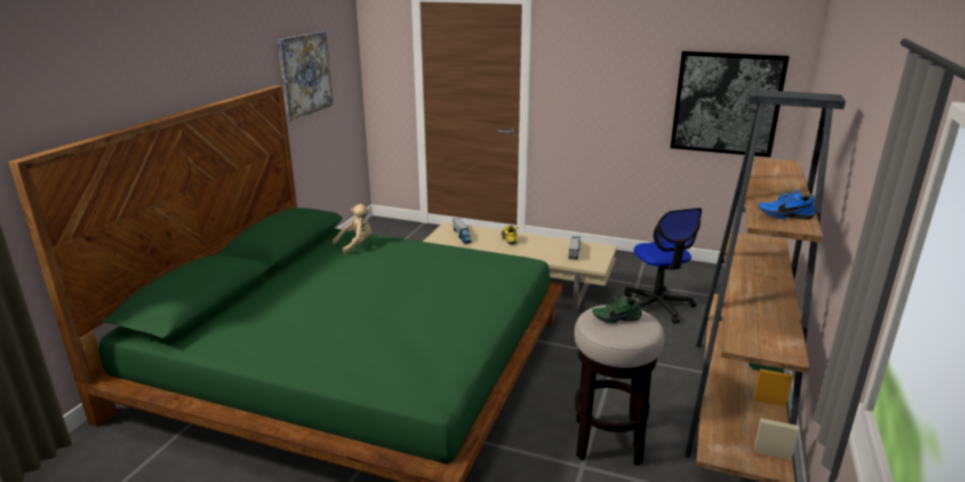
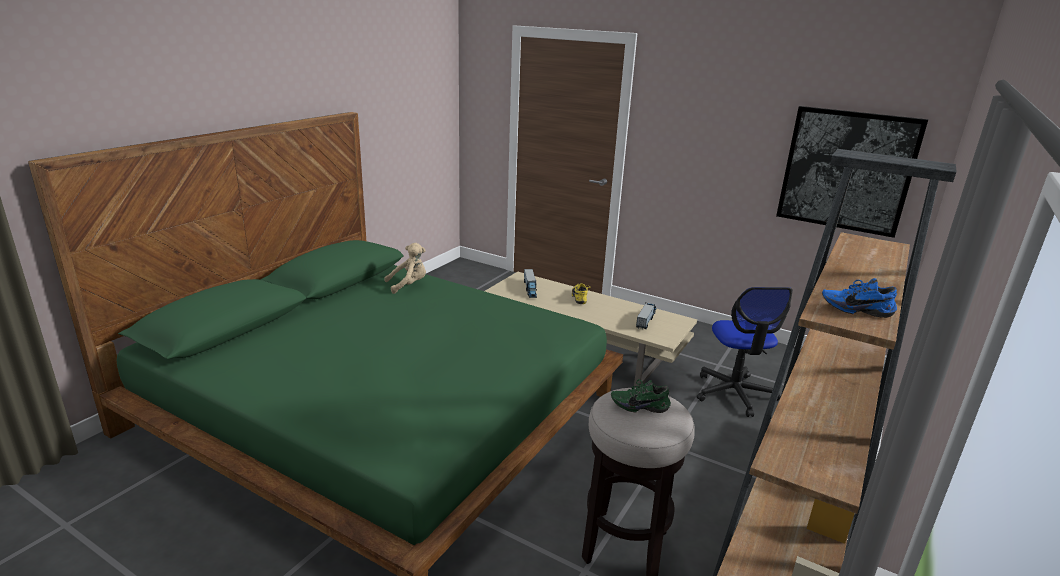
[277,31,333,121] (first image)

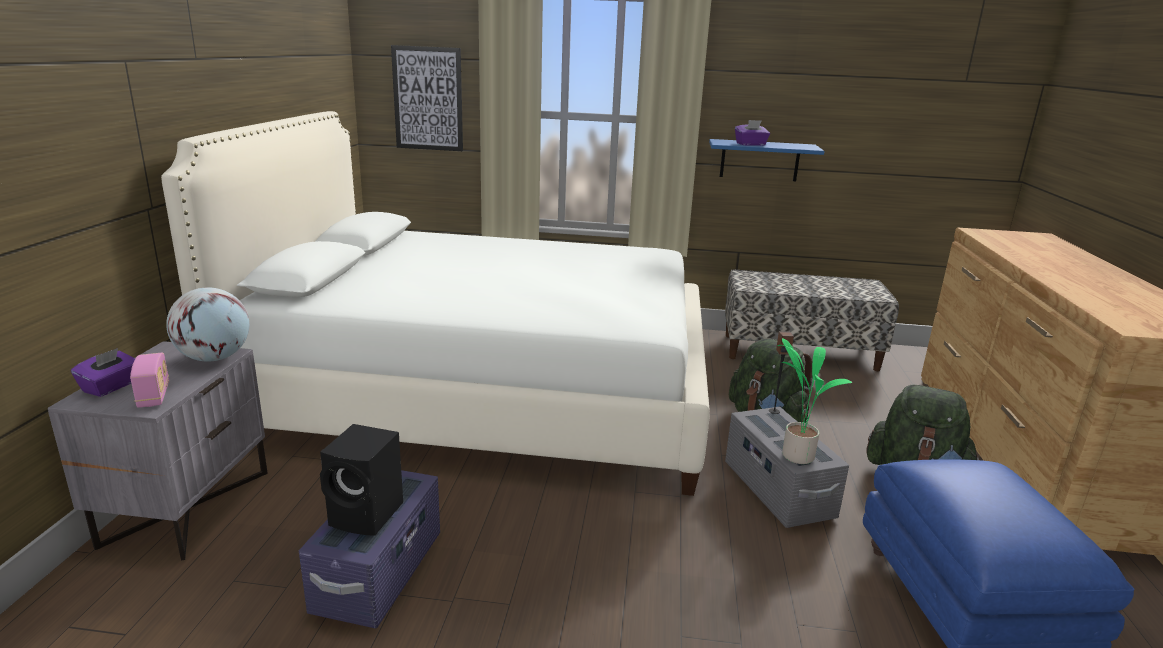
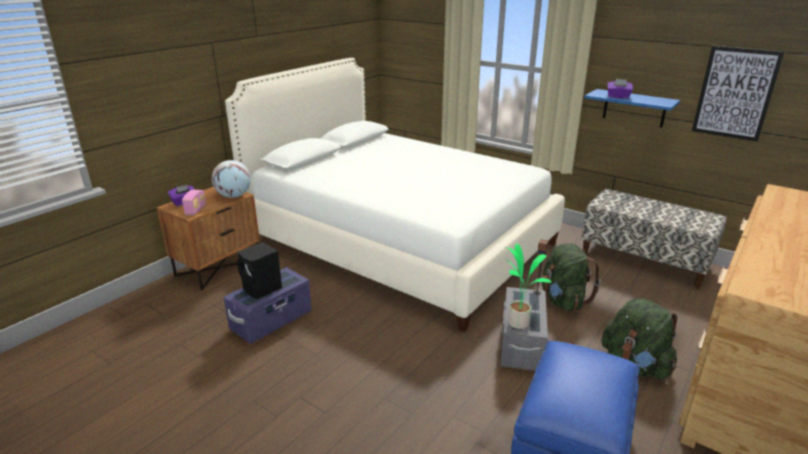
[692,46,785,142]
[156,187,260,291]

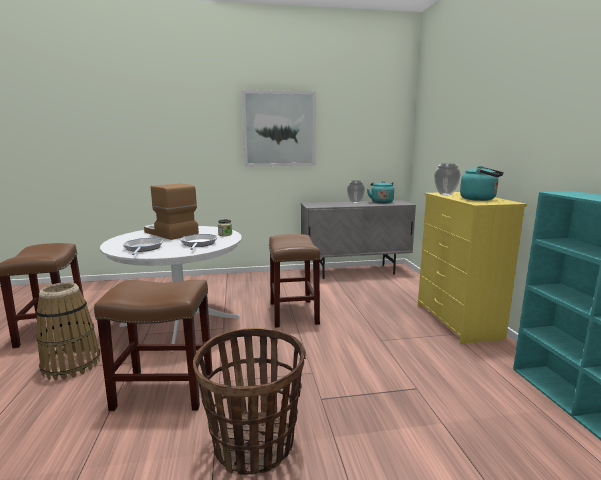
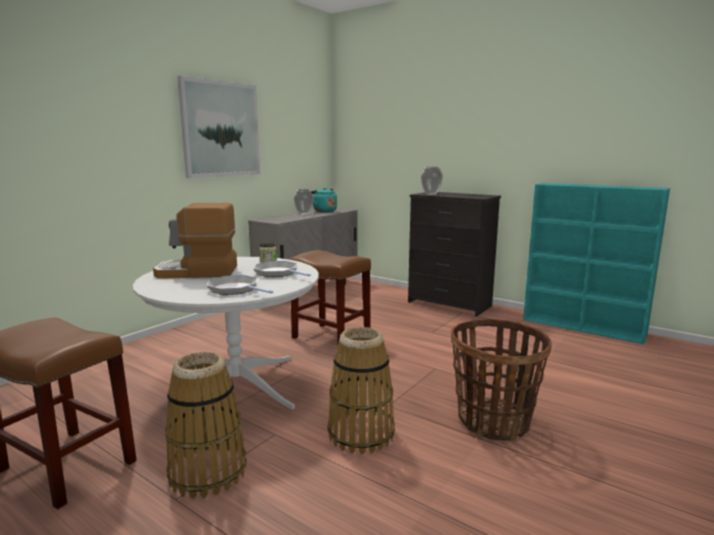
[460,166,504,201] (first image)
[328,327,395,454]
[408,192,501,317]

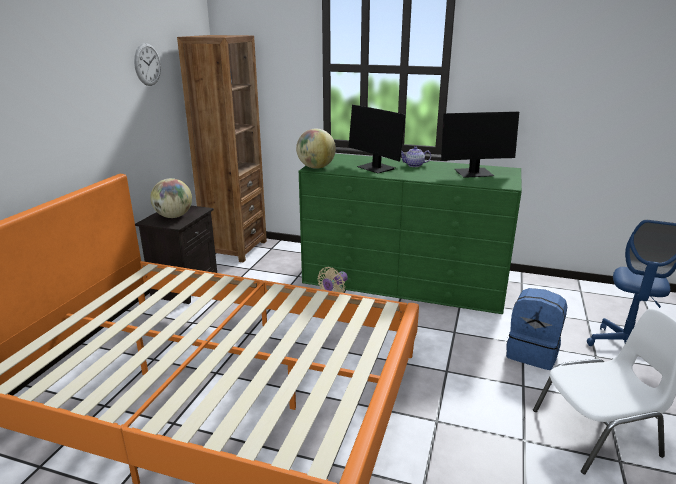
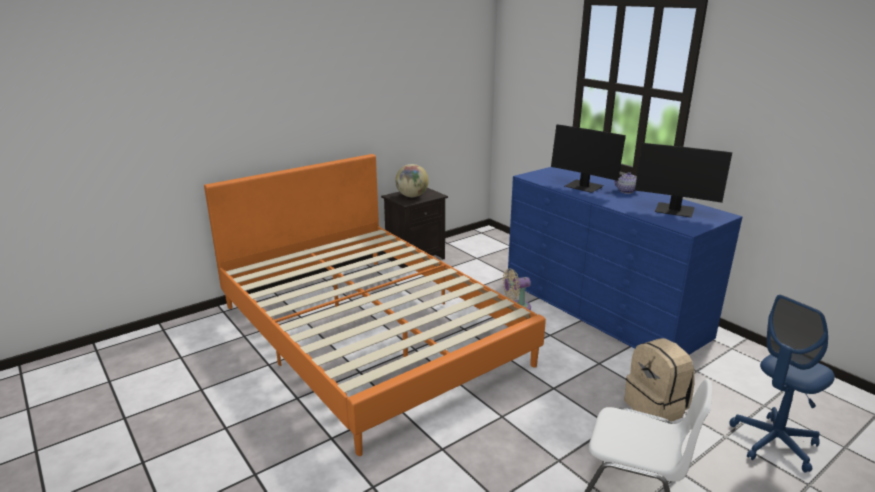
[134,43,161,86] (first image)
[177,35,267,262] (first image)
[296,129,336,169] (first image)
[508,167,742,355]
[624,338,695,422]
[551,124,626,193]

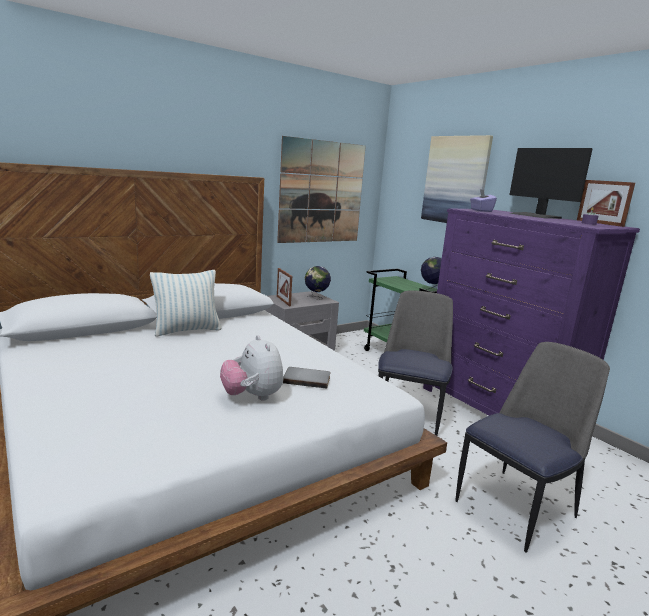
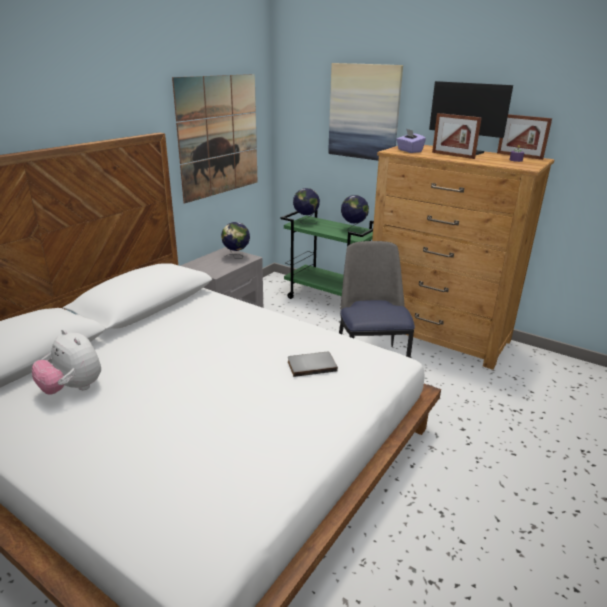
[150,270,221,337] (first image)
[455,342,610,553] (first image)
[293,188,320,224]
[32,329,101,395]
[432,113,482,159]
[372,145,554,370]

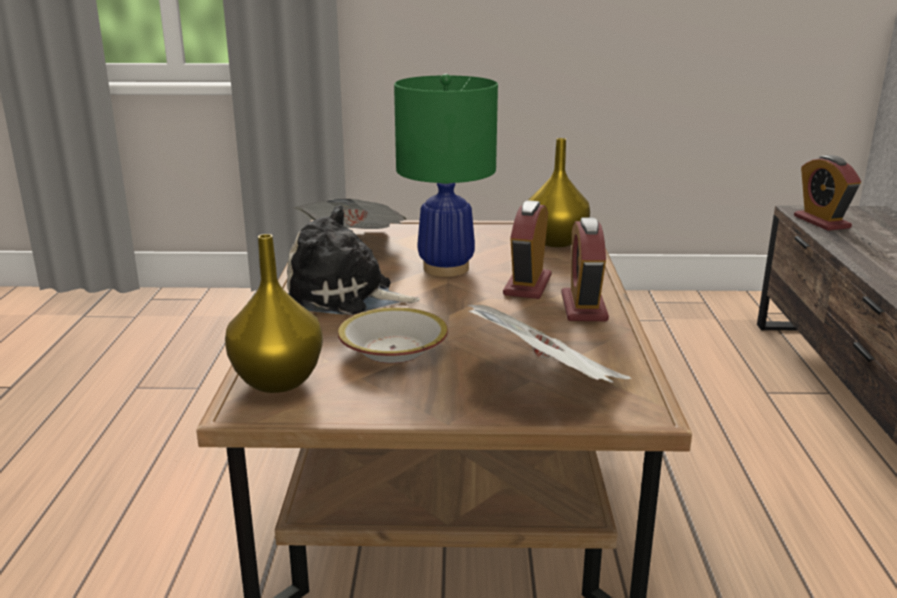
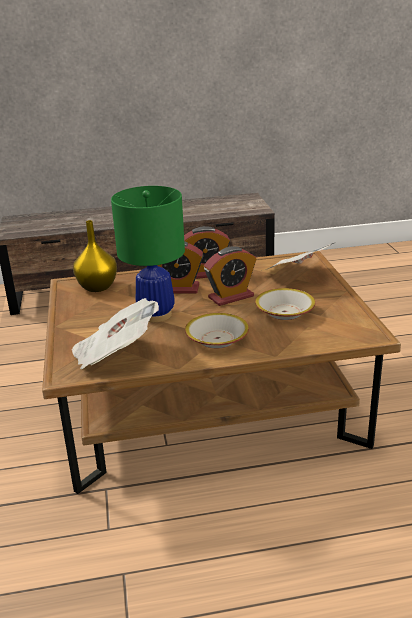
[225,234,323,393] (first image)
[204,246,257,306]
[185,313,249,348]

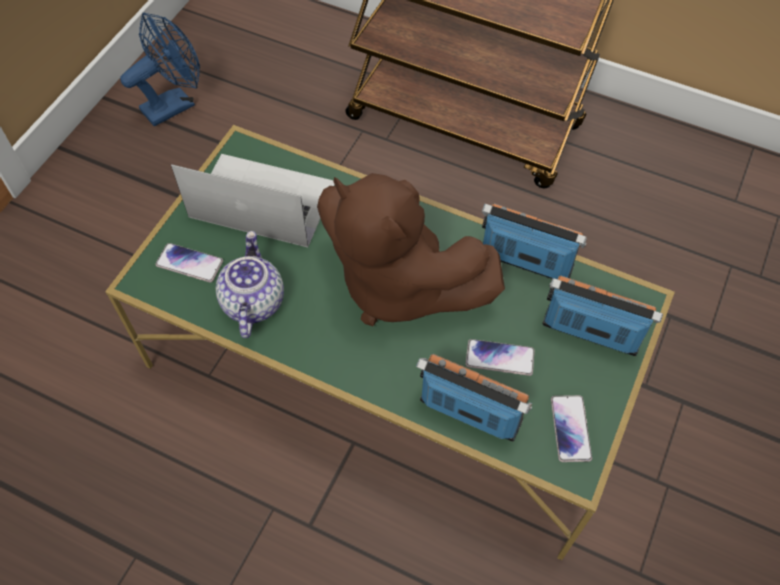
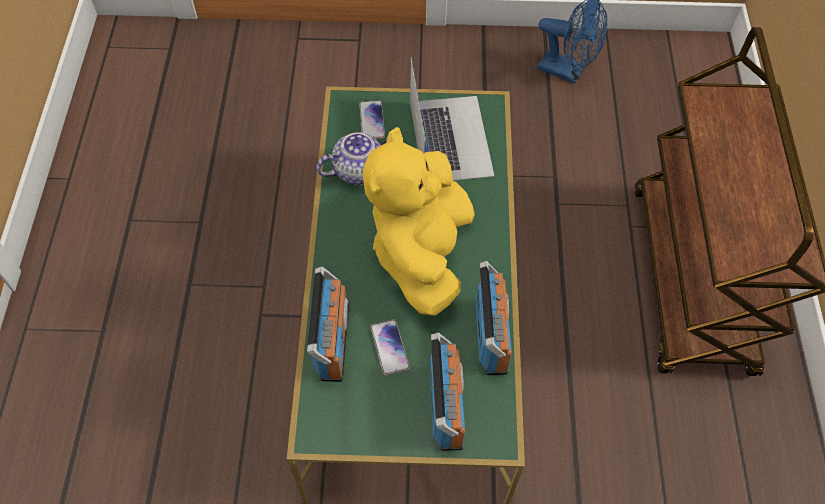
[551,395,592,462] (first image)
[363,127,475,316]

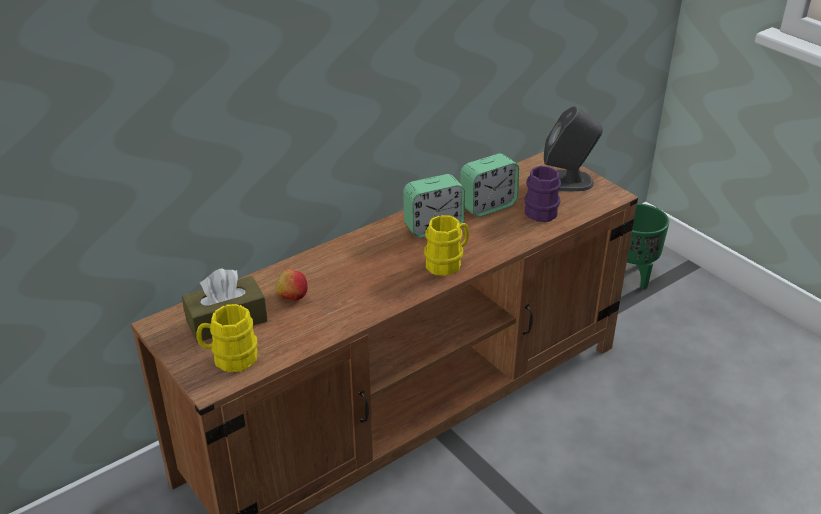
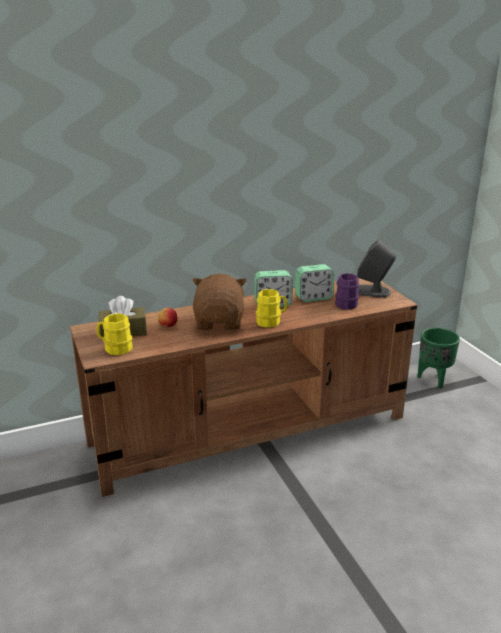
[193,274,247,330]

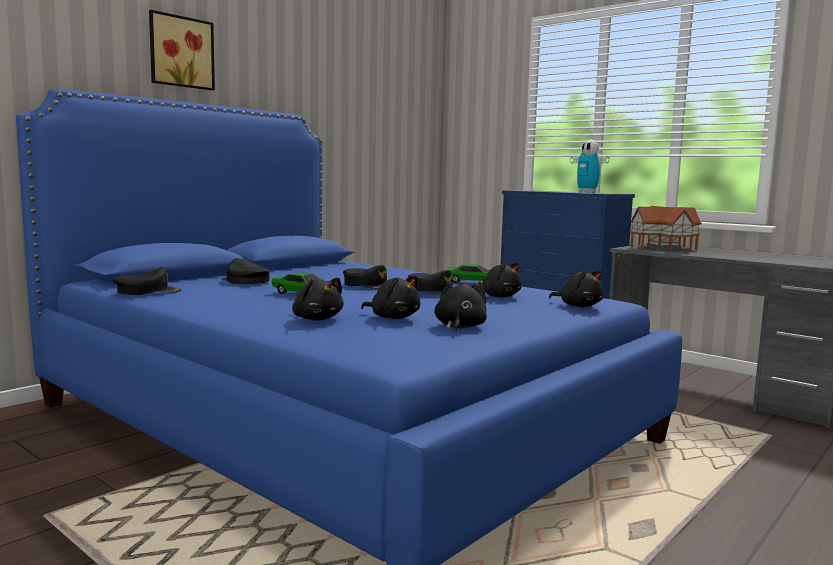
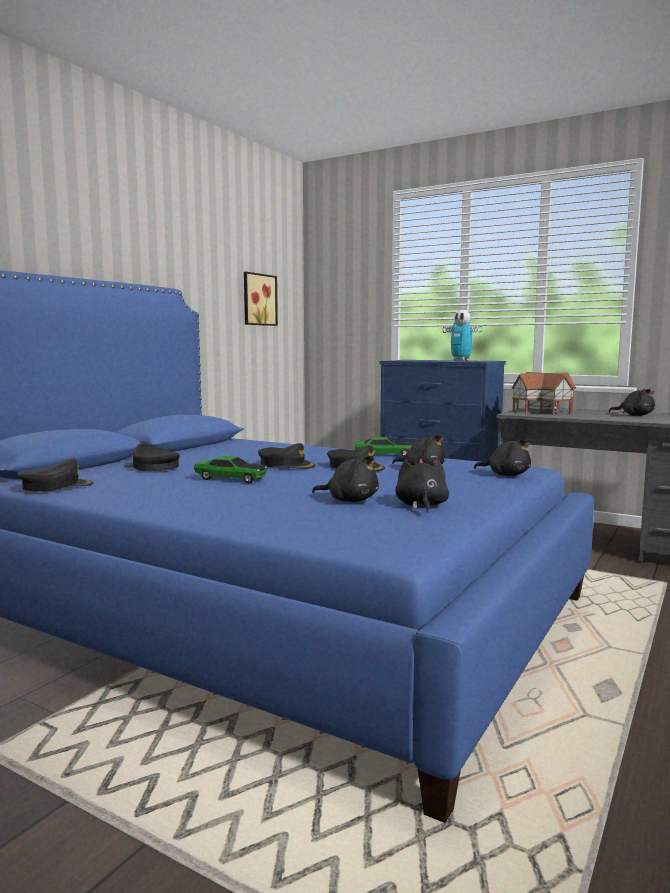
[244,272,278,326]
[609,389,655,416]

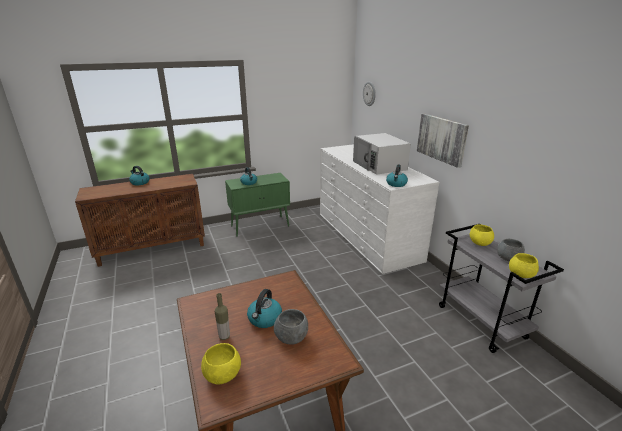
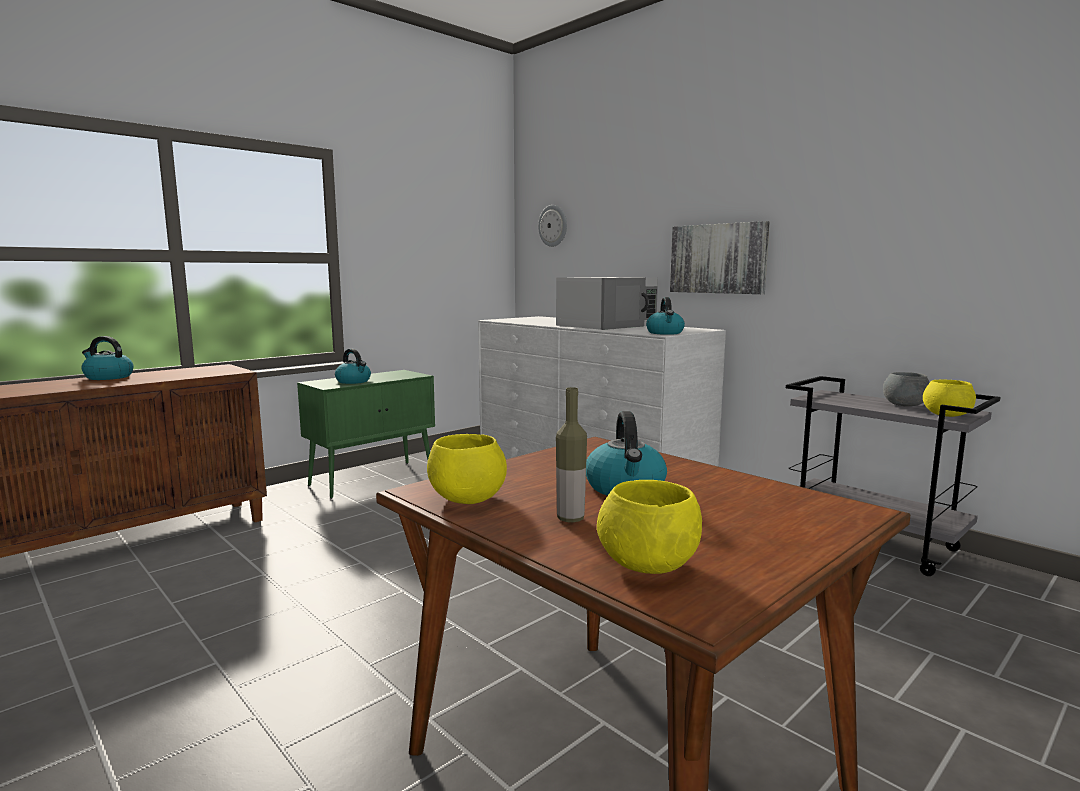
[274,309,308,345] (first image)
[427,434,507,504]
[556,277,658,330]

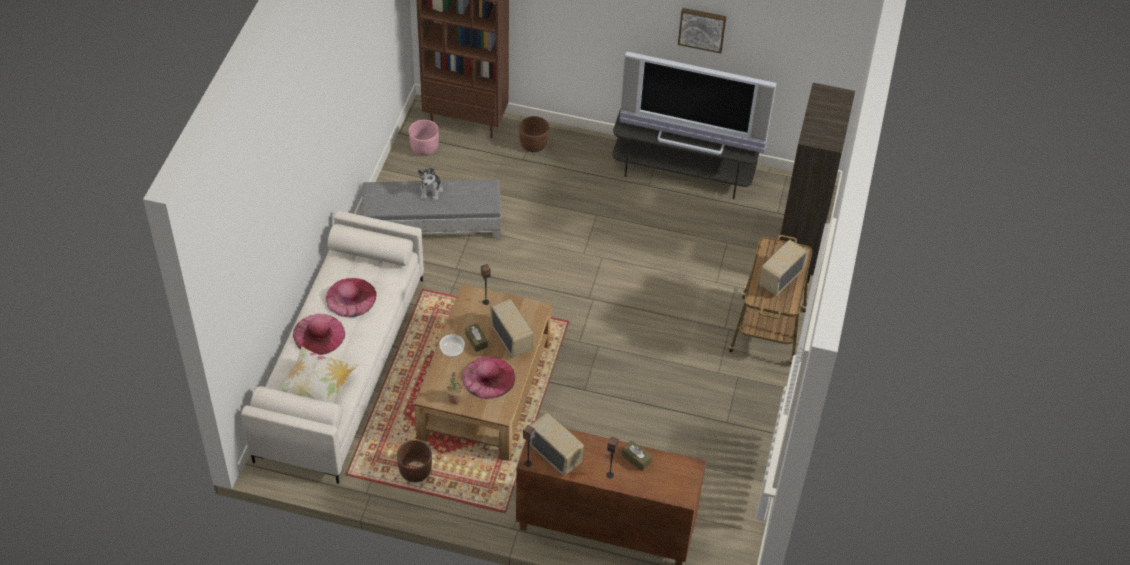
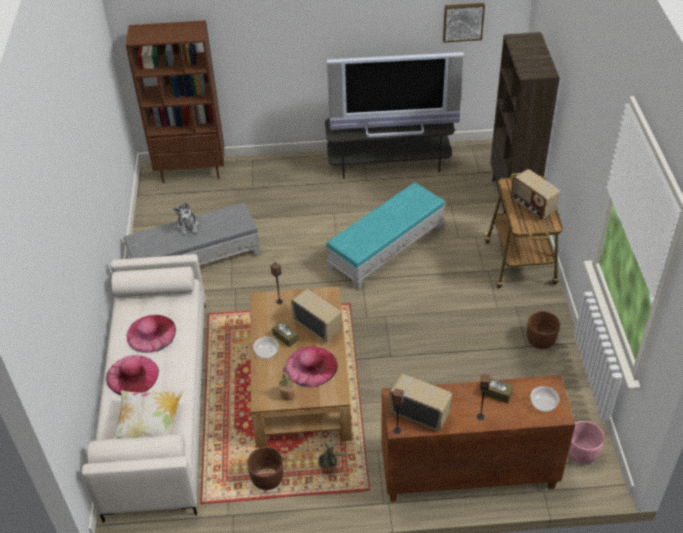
[318,442,348,474]
[326,182,445,290]
[531,386,559,412]
[568,421,604,464]
[527,311,560,349]
[443,3,485,43]
[511,169,560,219]

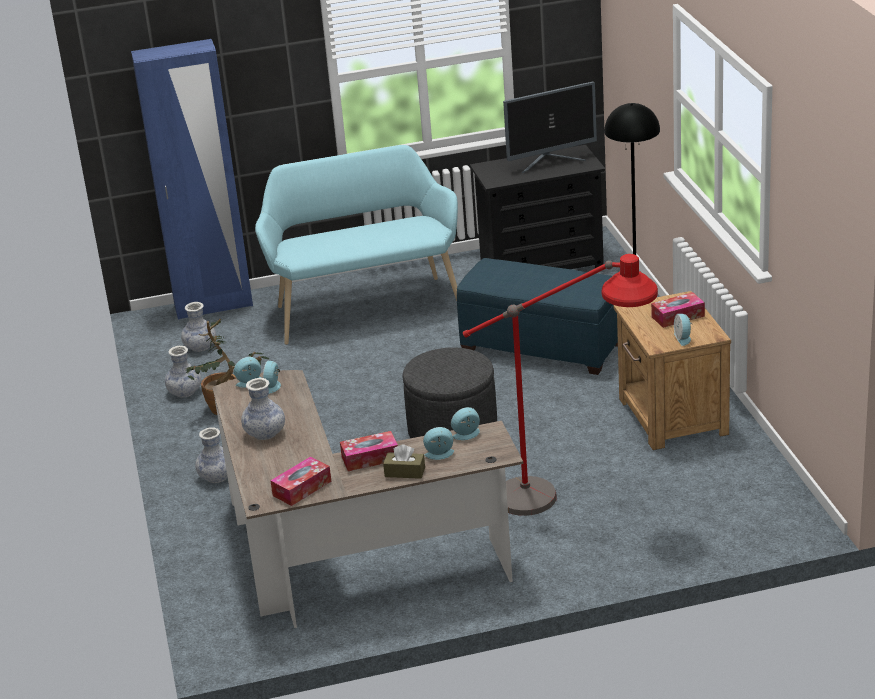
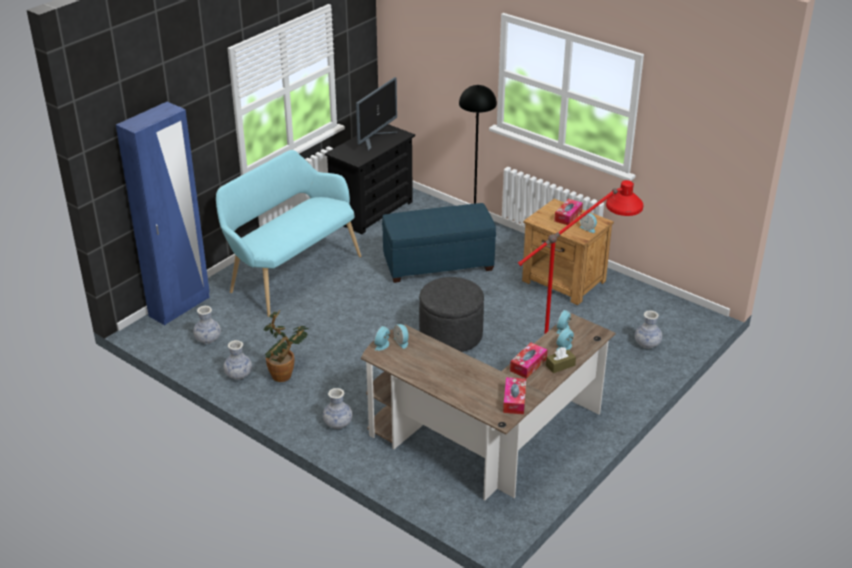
[635,310,662,349]

